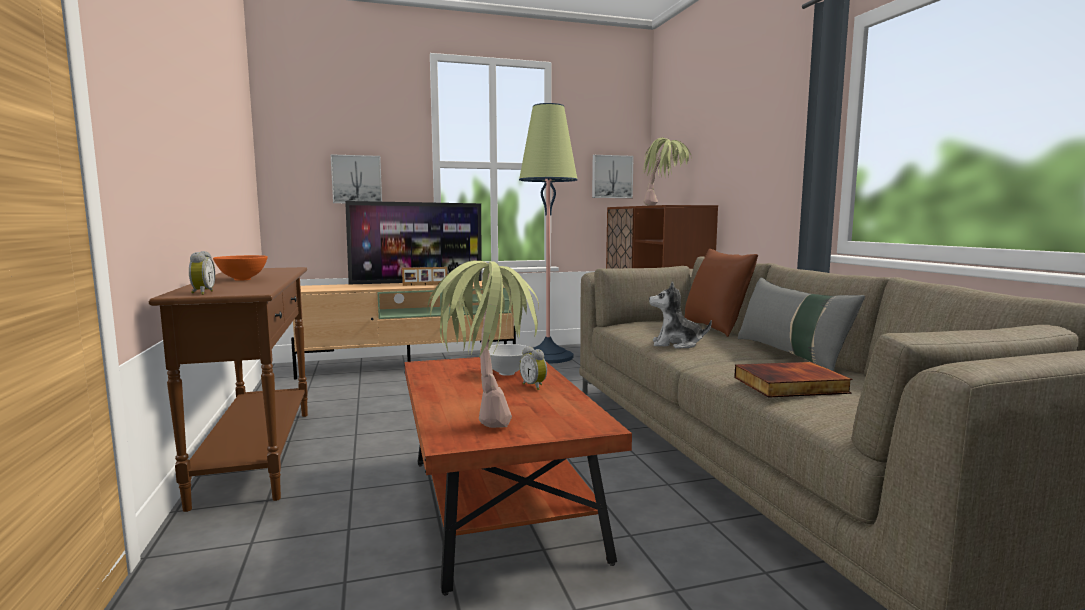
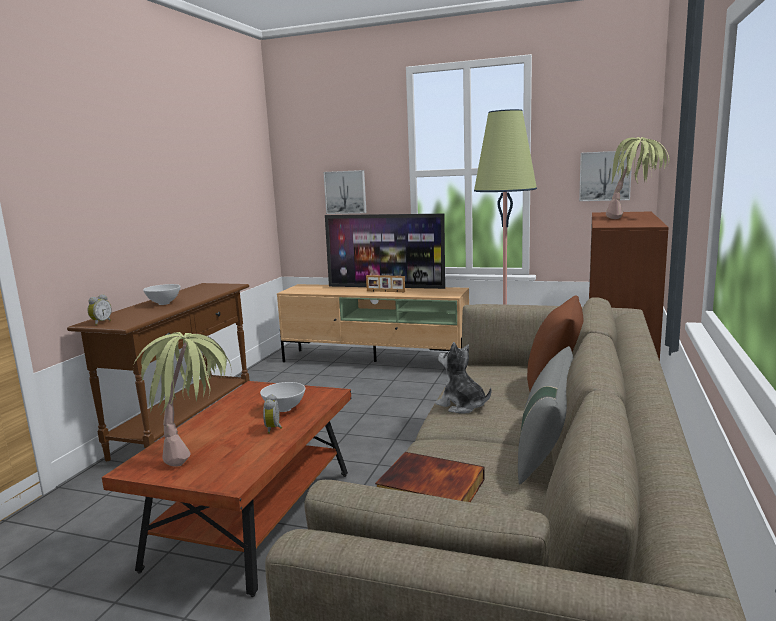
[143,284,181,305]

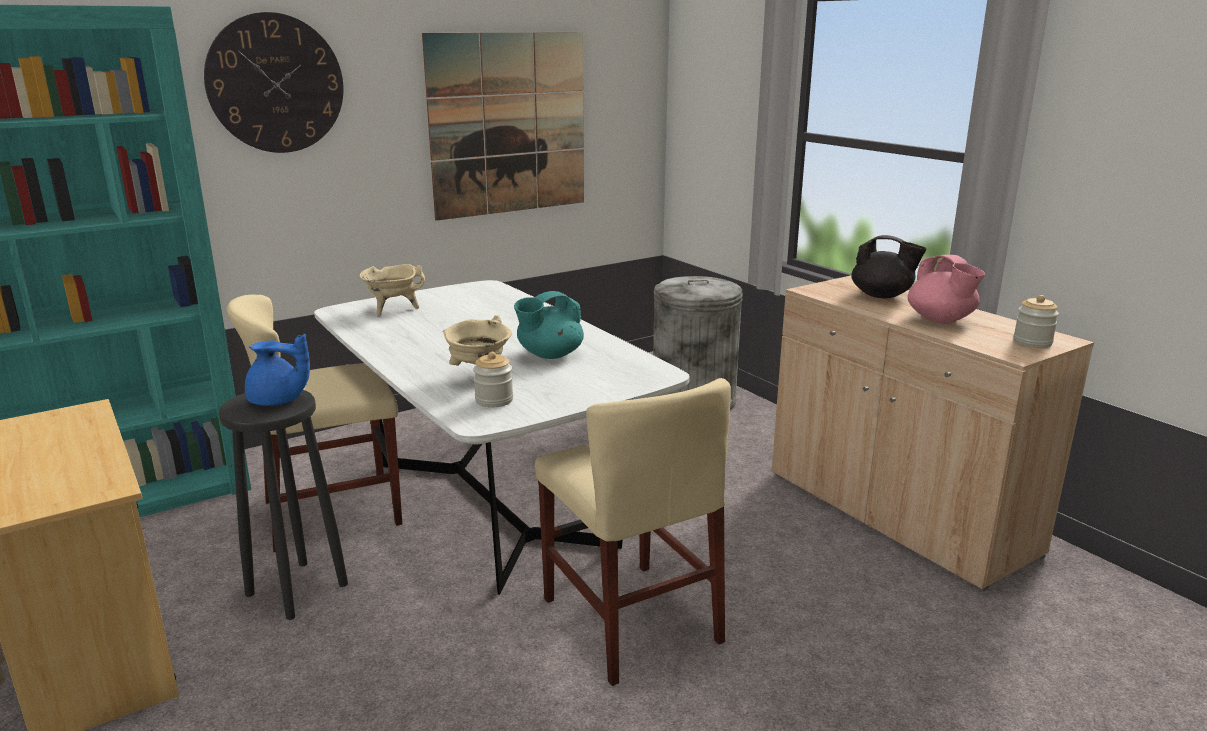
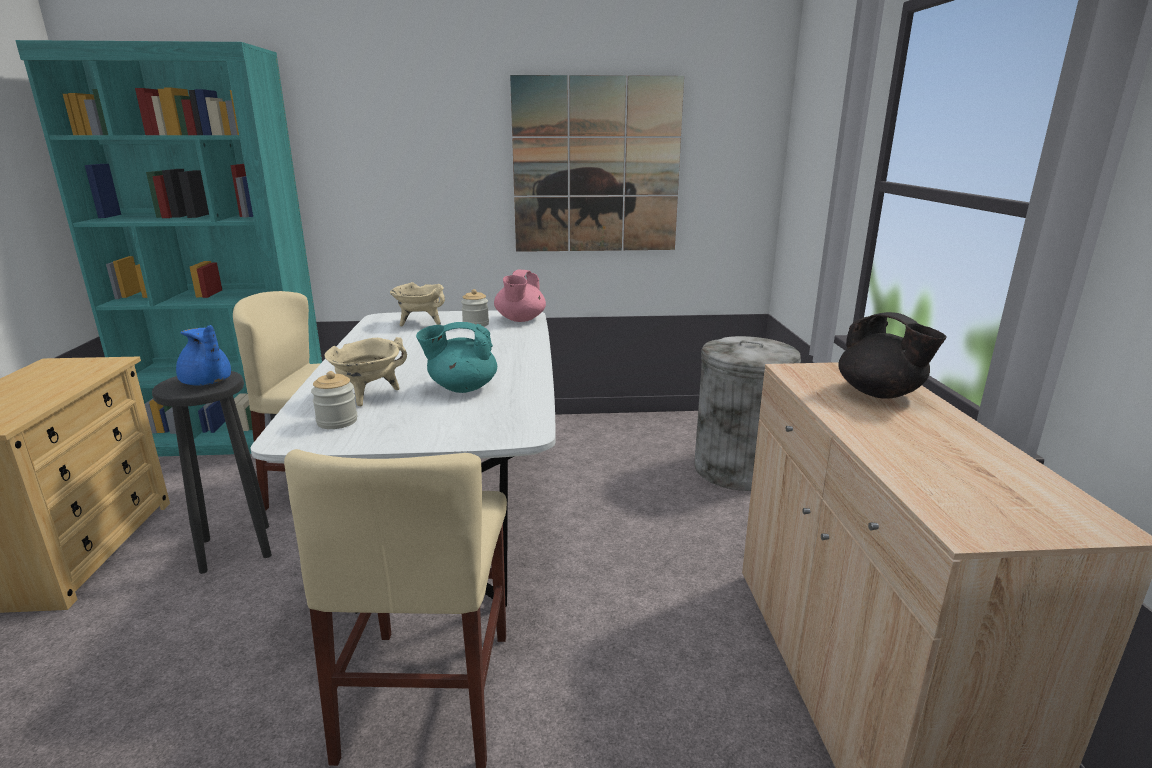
[204,12,343,153] (first image)
[494,269,546,322]
[461,289,489,327]

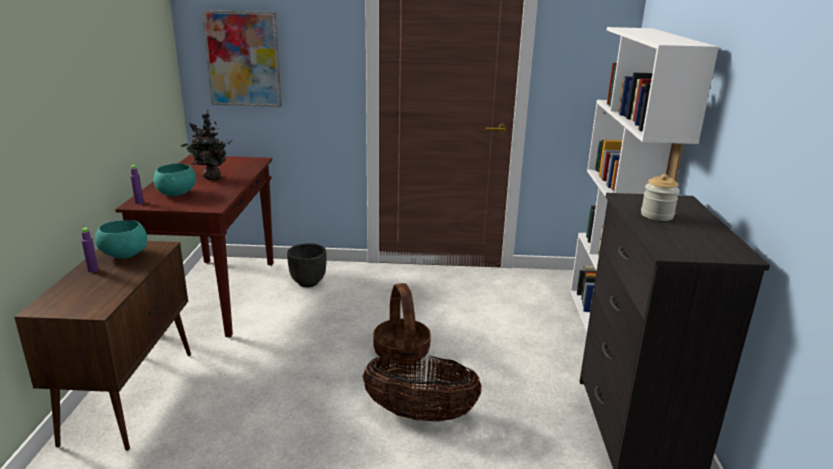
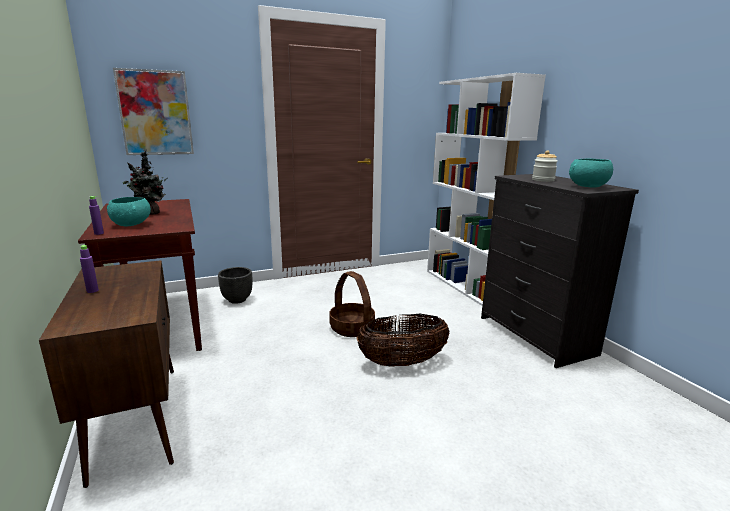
[569,158,613,188]

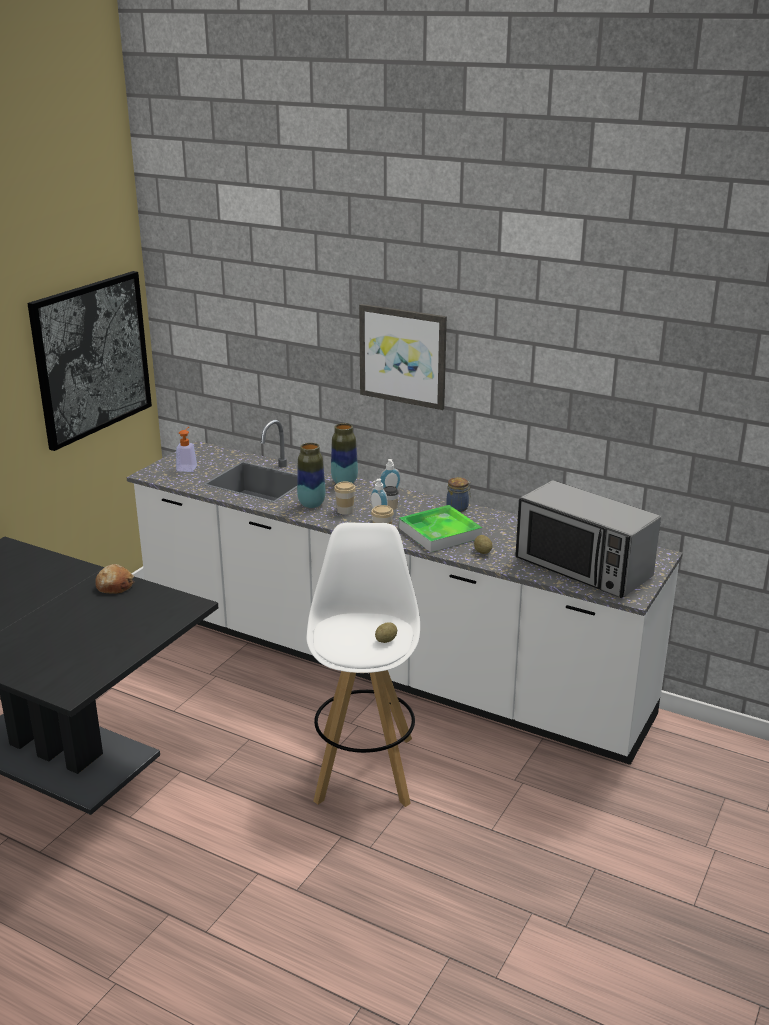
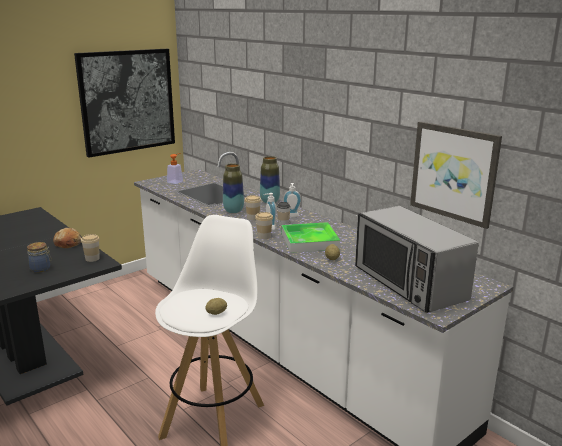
[81,234,100,262]
[410,121,502,229]
[27,242,52,273]

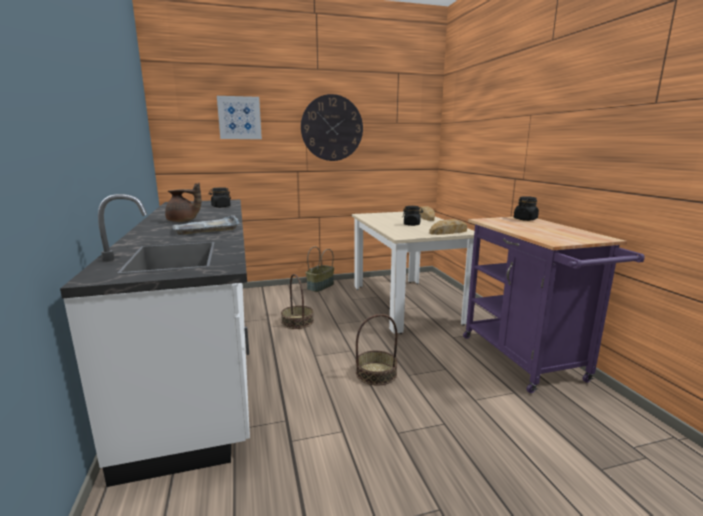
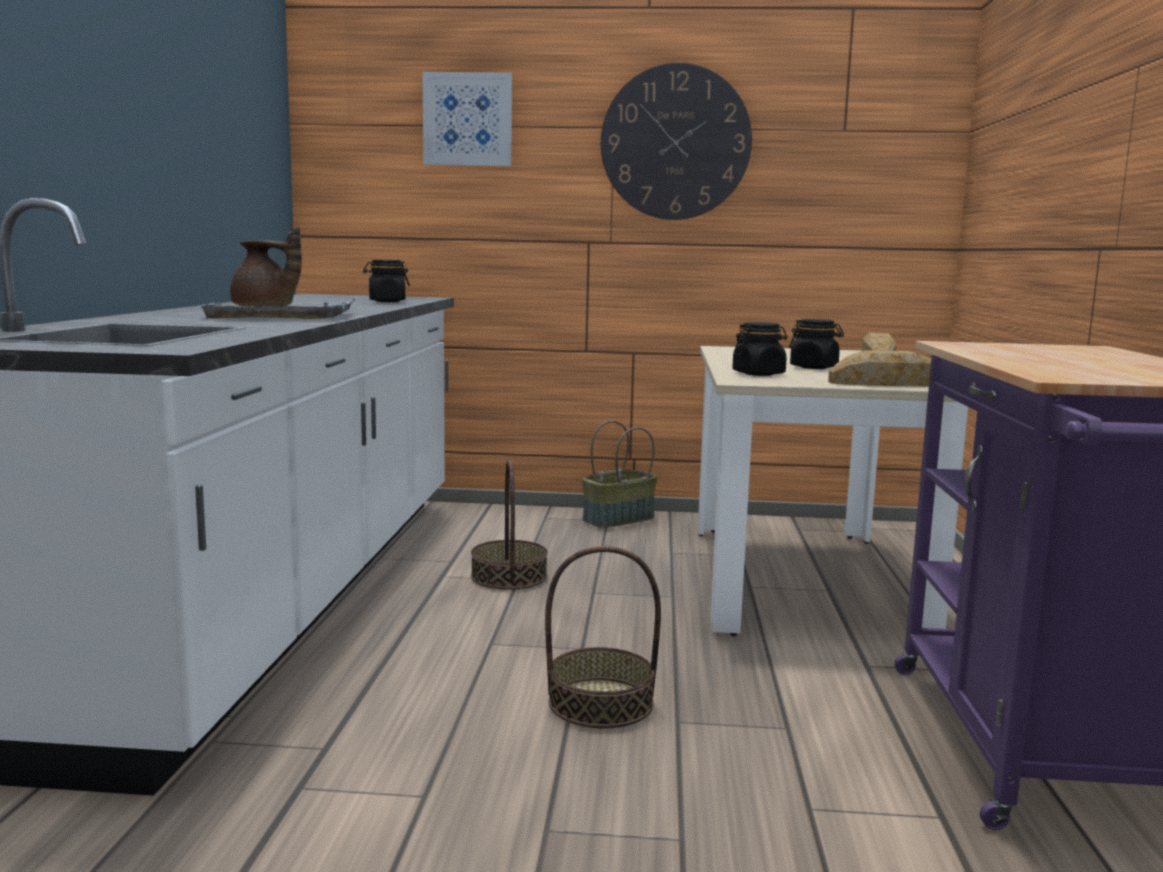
[732,322,787,376]

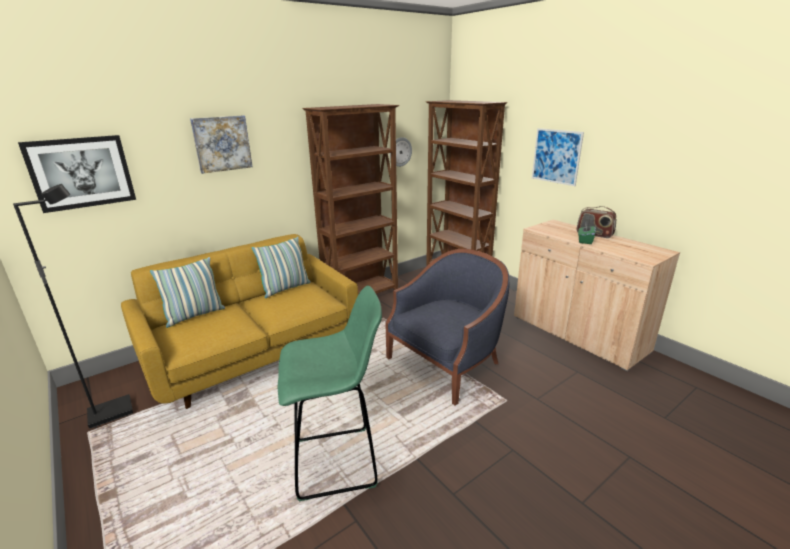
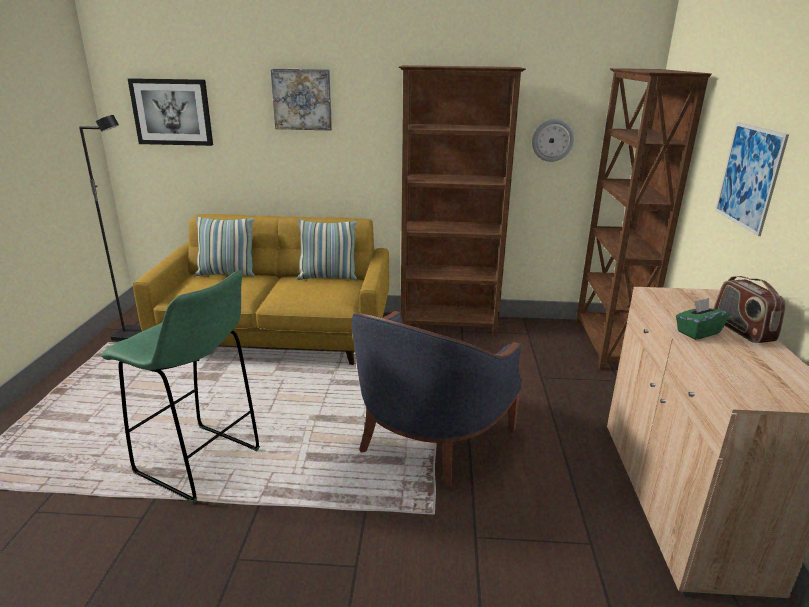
[352,311,522,487]

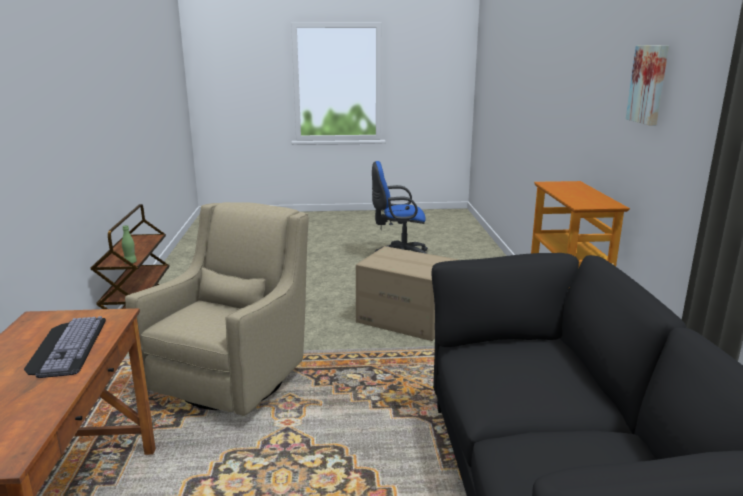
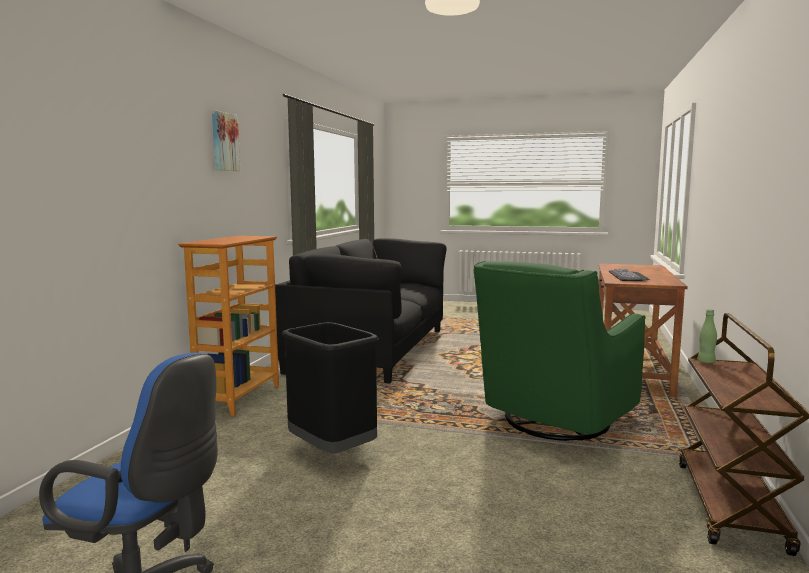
[282,322,379,453]
[474,261,646,441]

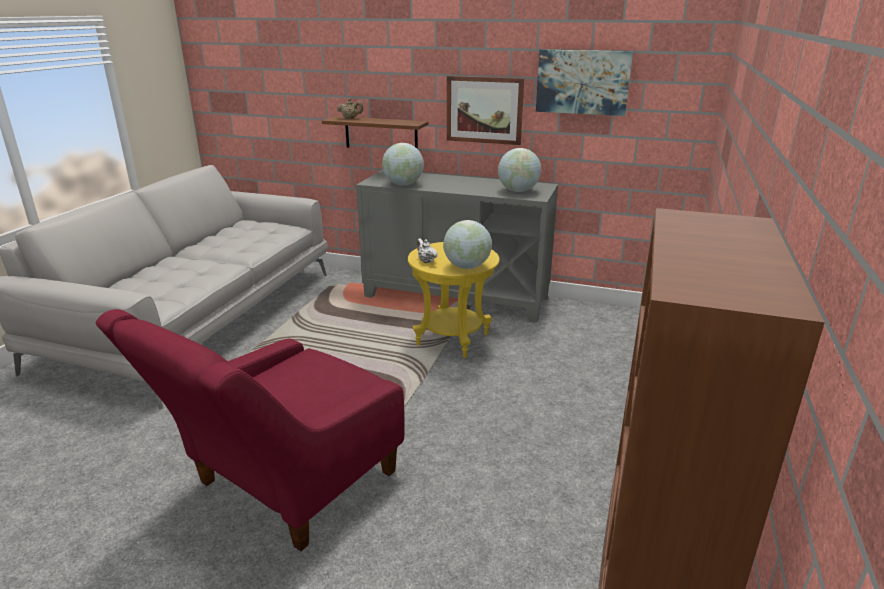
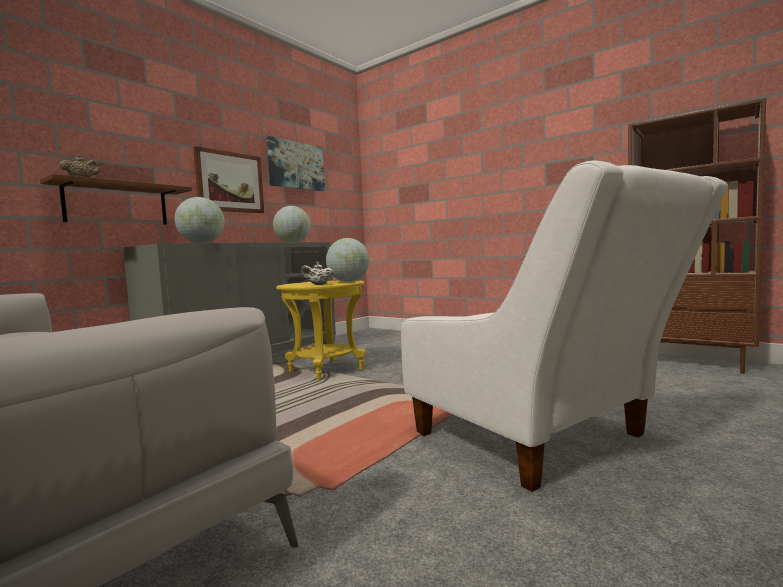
[401,160,728,492]

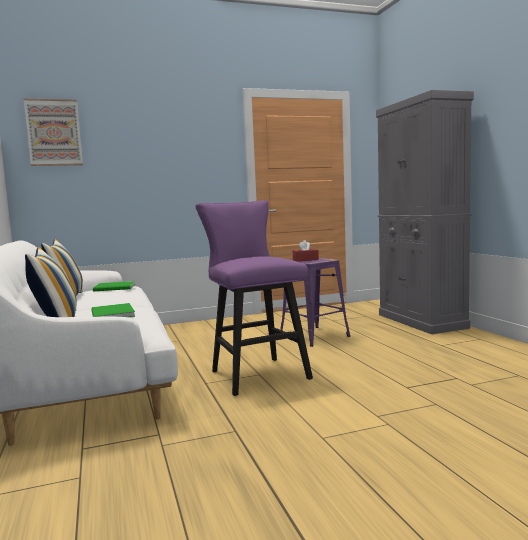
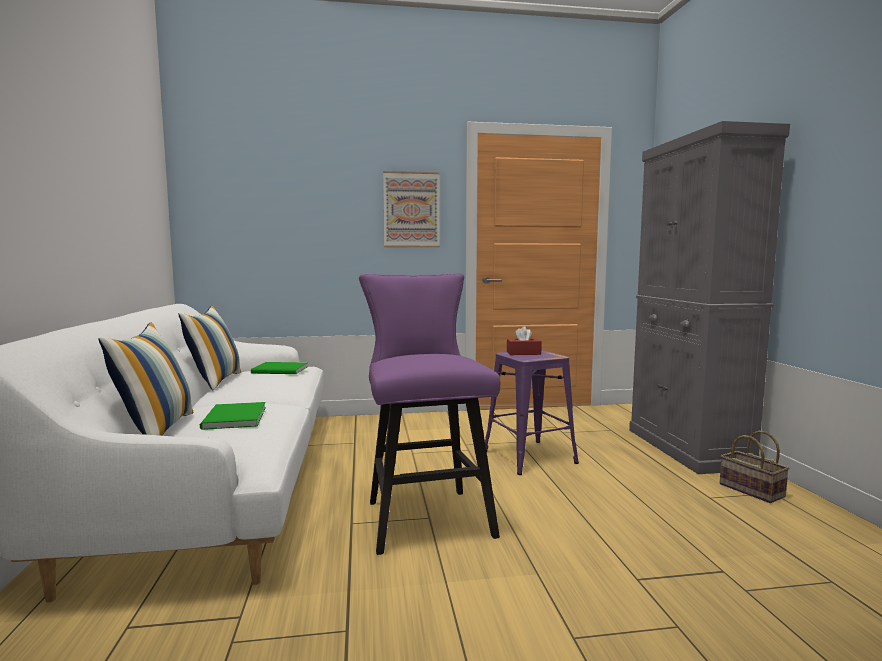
[720,431,789,503]
[383,171,440,247]

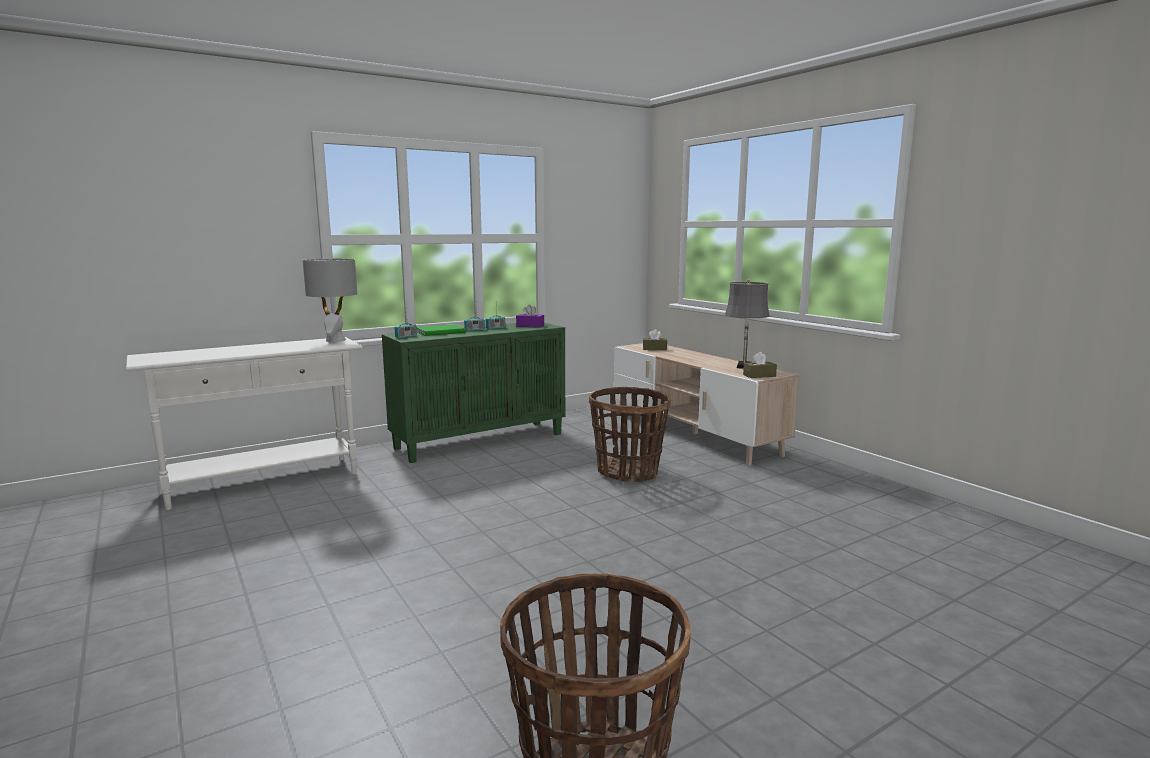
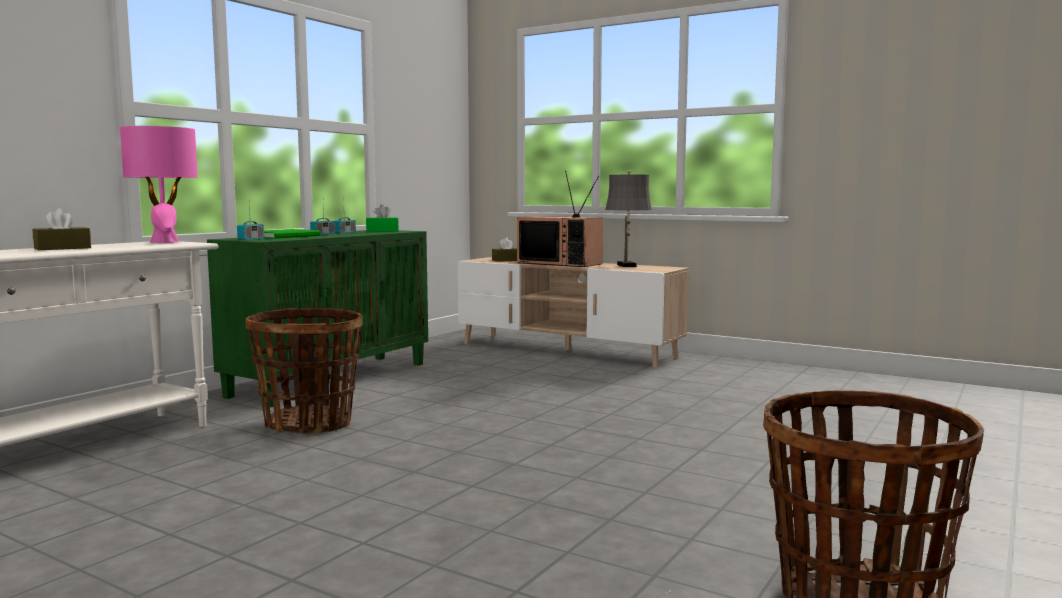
[517,171,603,267]
[246,308,363,434]
[33,208,91,250]
[120,126,198,243]
[366,204,399,232]

